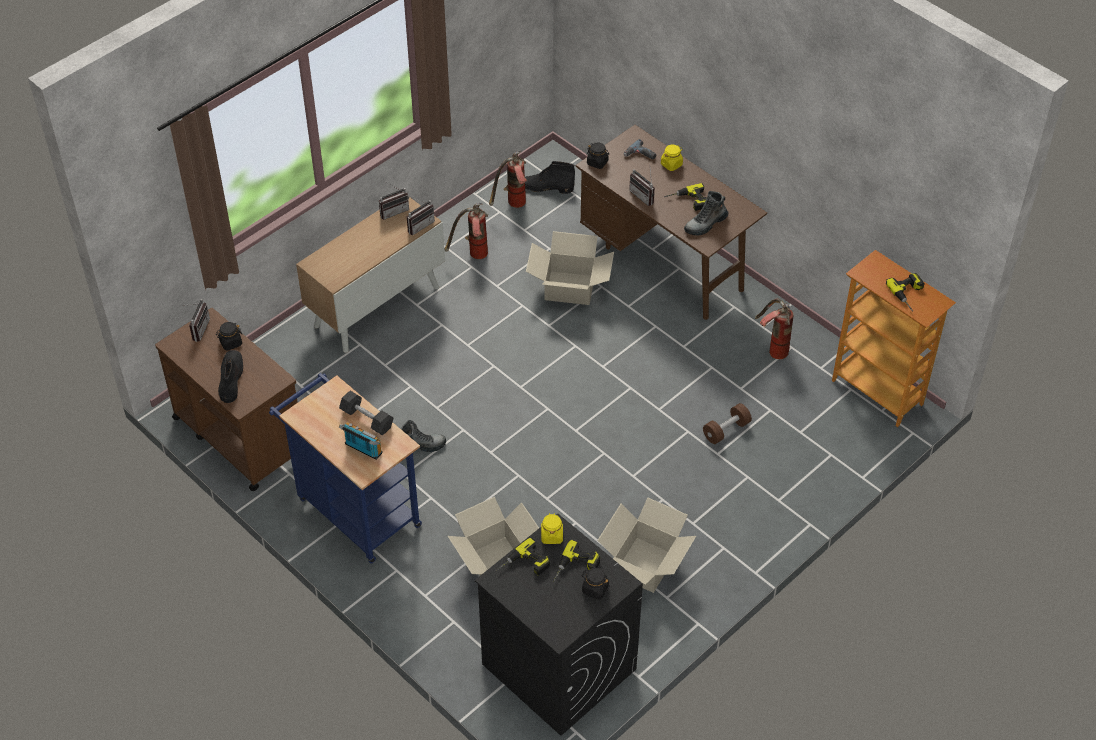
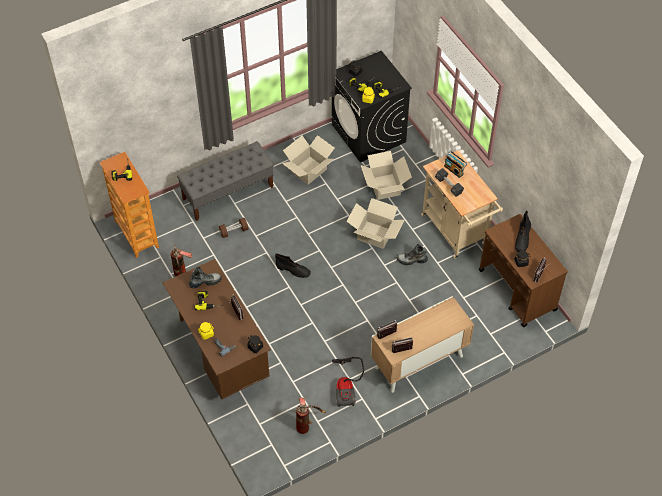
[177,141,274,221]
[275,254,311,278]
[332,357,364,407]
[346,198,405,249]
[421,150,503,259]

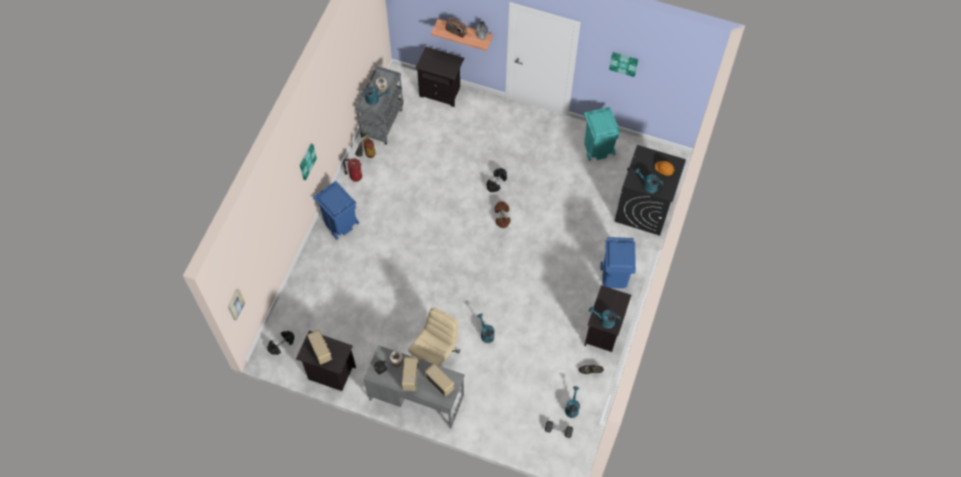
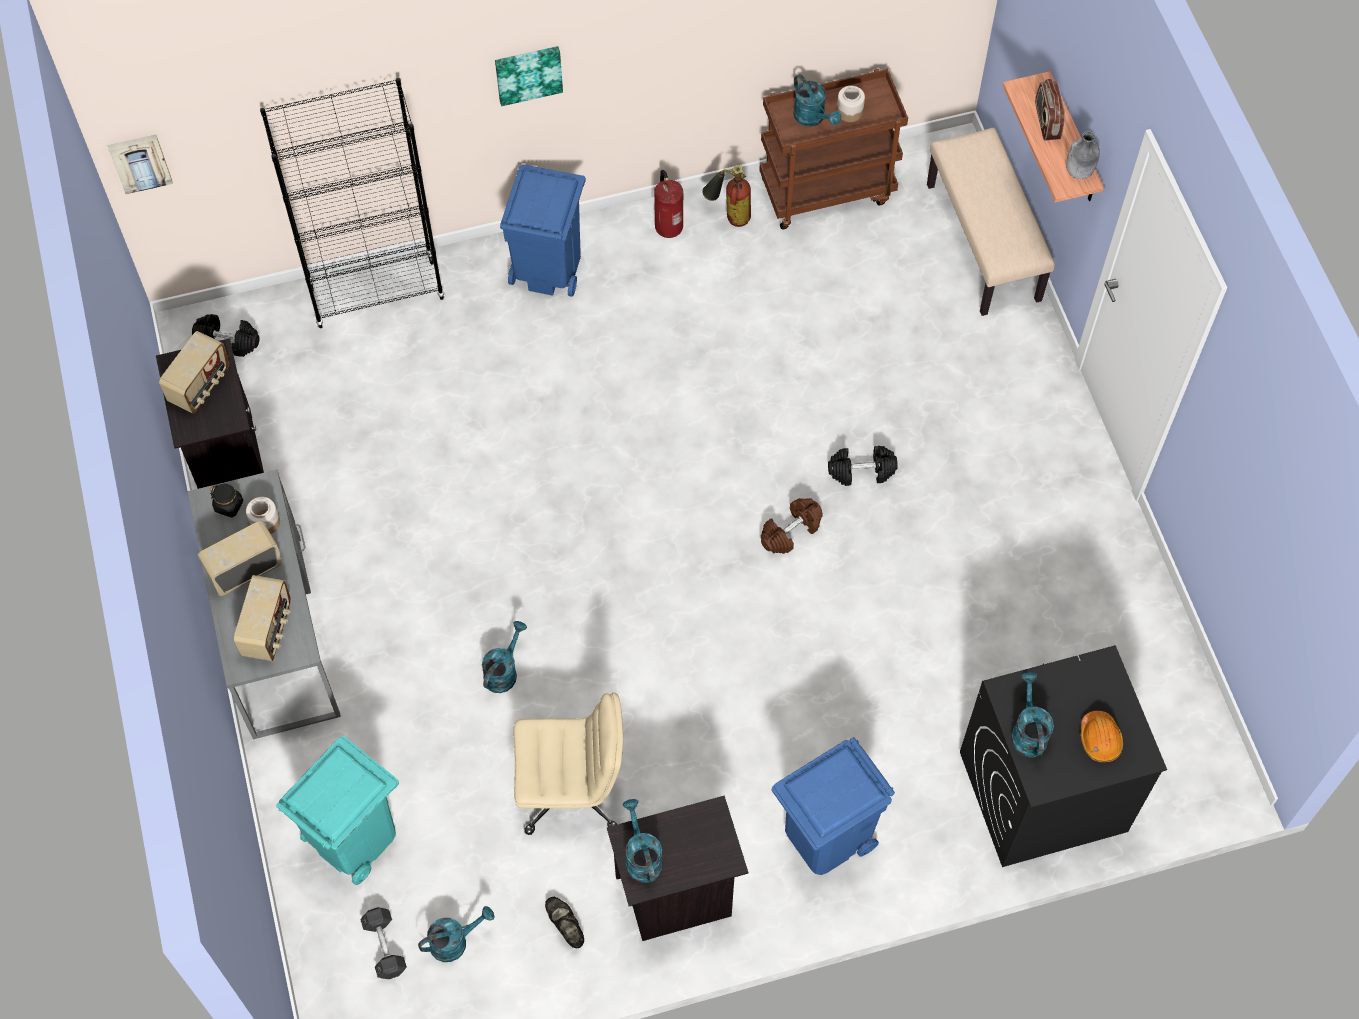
[260,78,445,328]
[276,736,399,885]
[513,692,623,835]
[759,69,908,229]
[927,128,1055,316]
[609,52,638,77] (first image)

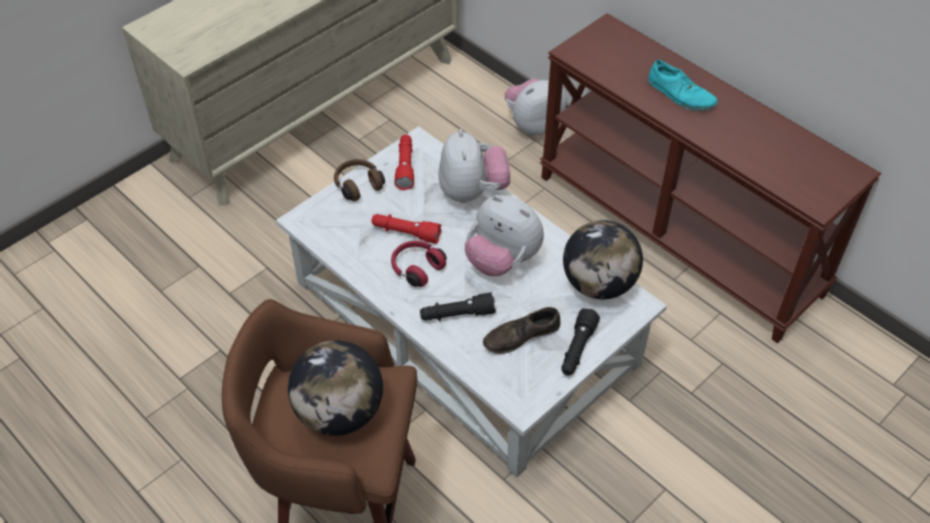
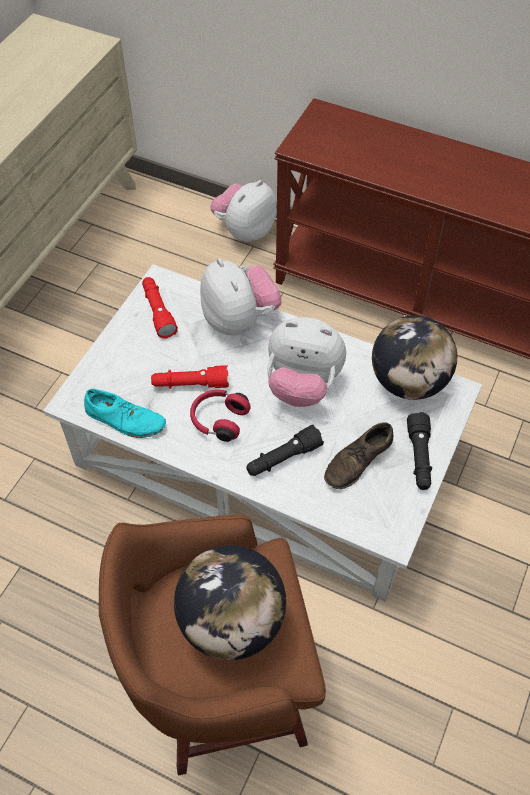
[84,389,166,438]
[334,159,385,201] (first image)

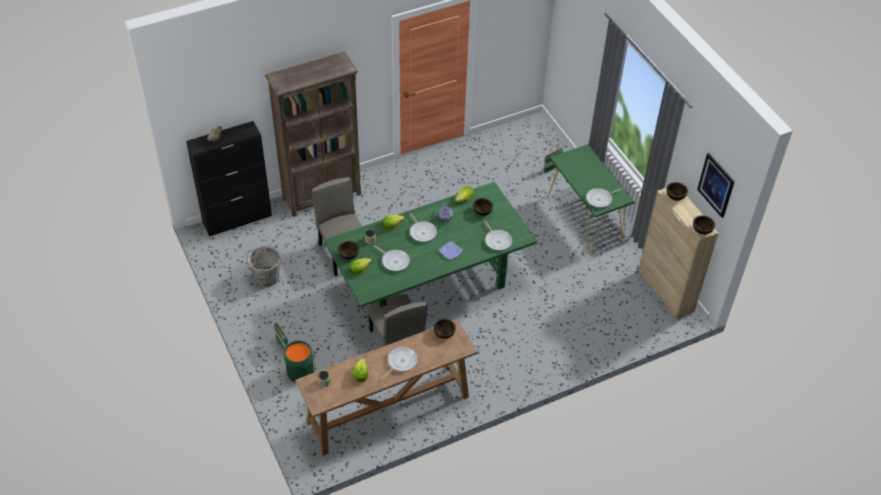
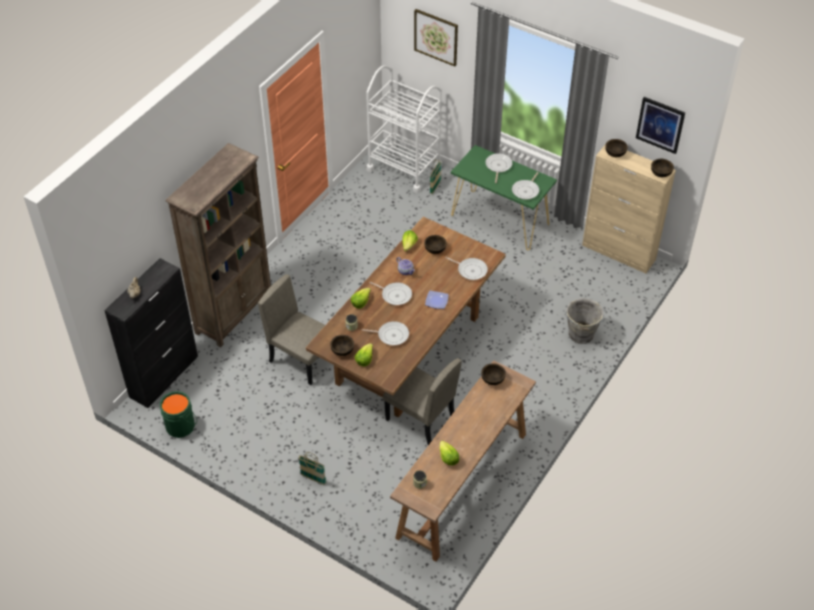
[160,391,197,438]
[306,217,506,417]
[366,65,442,193]
[414,9,458,66]
[485,153,512,183]
[565,298,605,344]

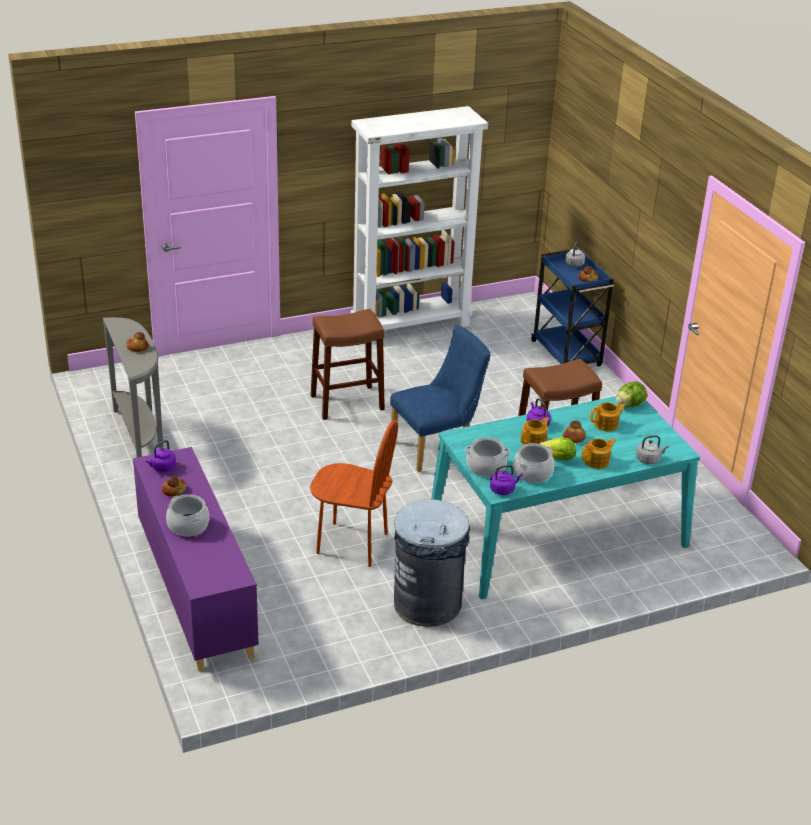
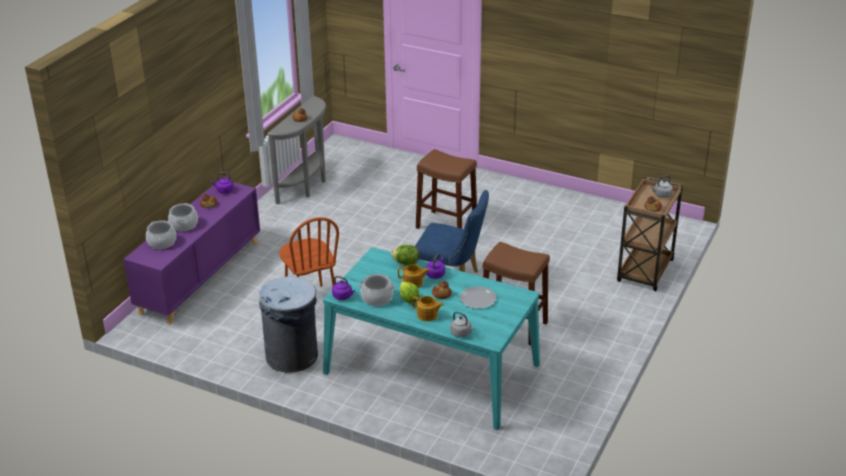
[146,220,176,249]
[391,245,419,265]
[460,286,497,309]
[617,177,683,291]
[351,106,488,343] (first image)

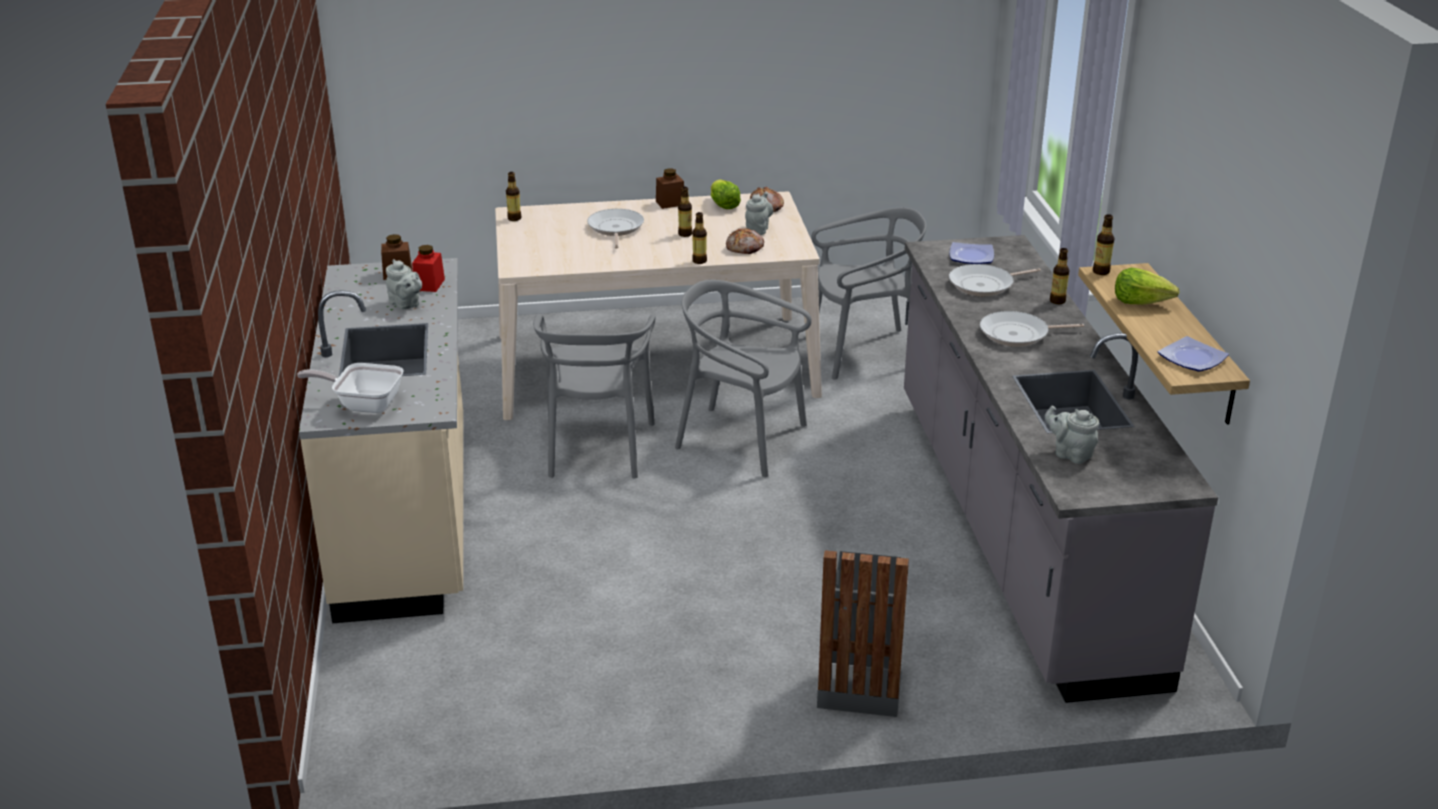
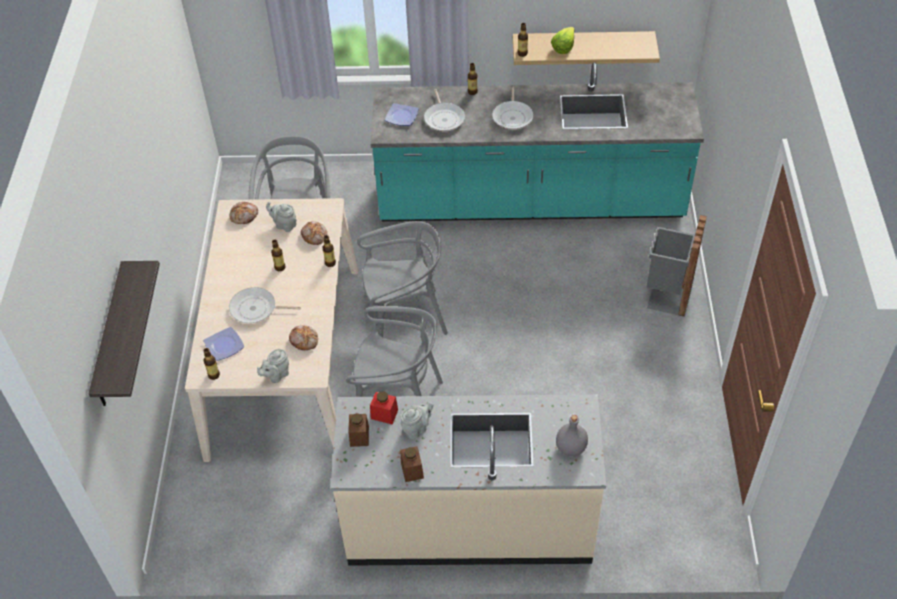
[89,261,160,406]
[203,327,244,361]
[257,349,289,383]
[289,325,318,350]
[357,221,448,337]
[370,62,704,221]
[400,446,424,482]
[556,415,588,456]
[711,179,741,209] (first image)

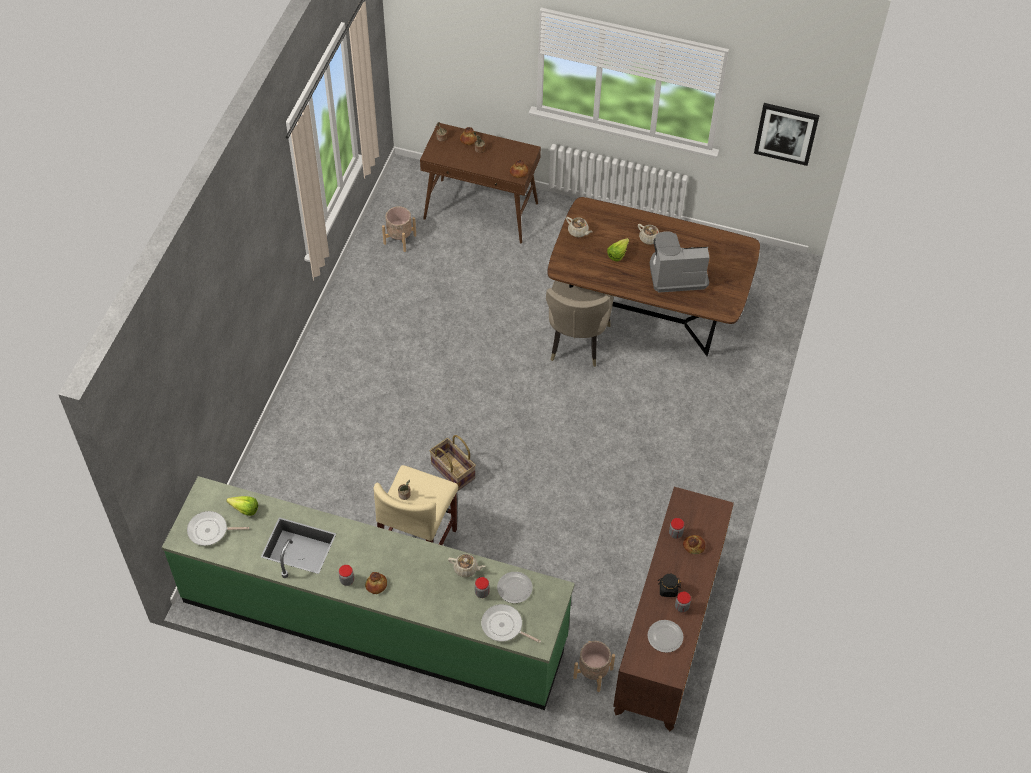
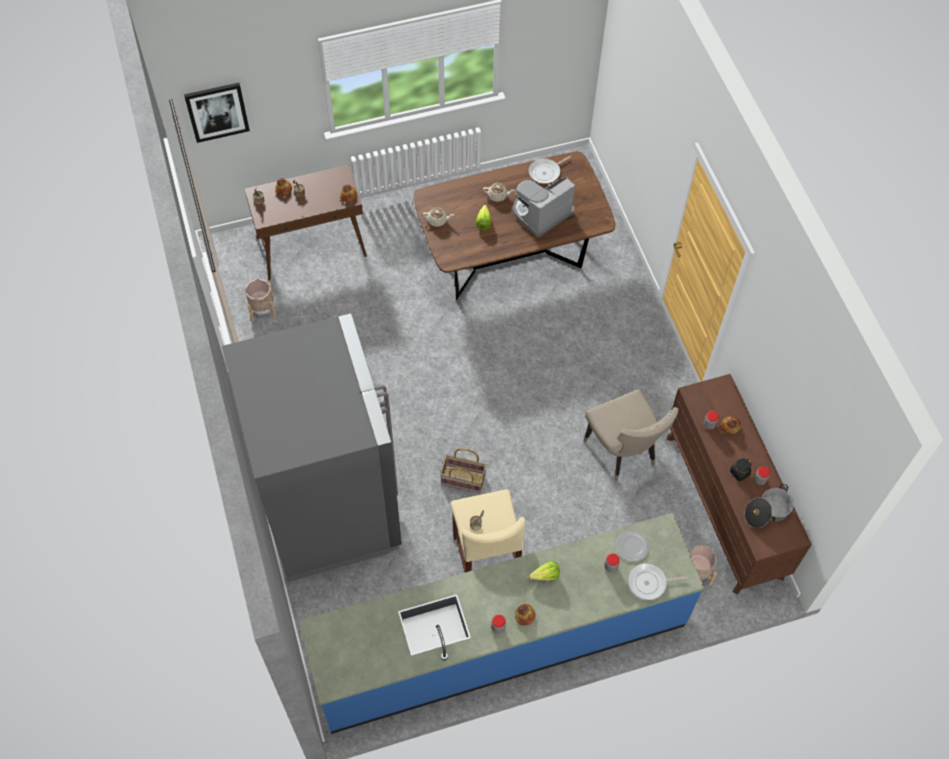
[184,83,250,143]
[222,314,402,582]
[299,513,704,734]
[529,156,571,184]
[529,561,560,580]
[583,389,679,482]
[745,484,794,528]
[448,554,486,577] (first image)

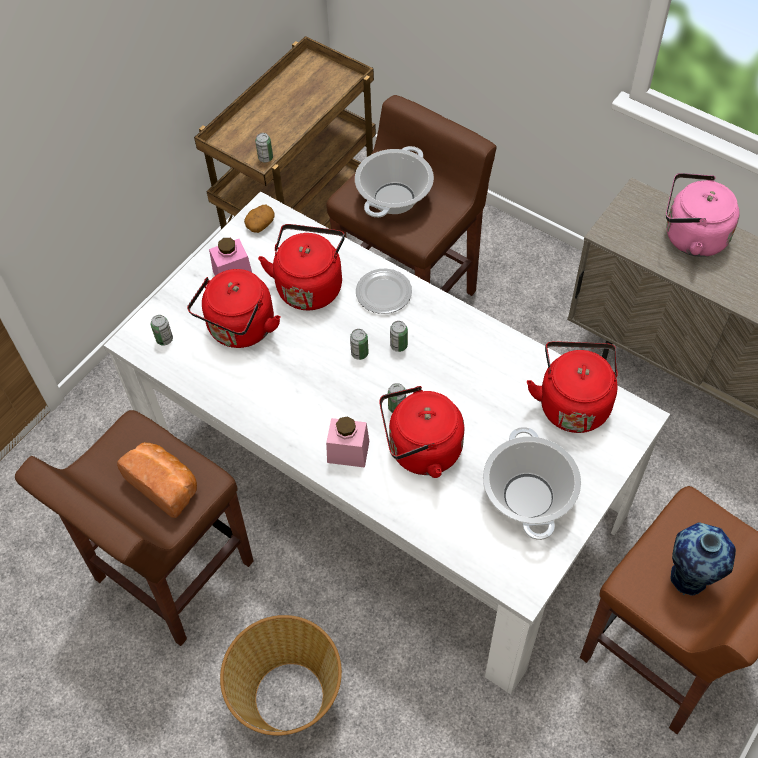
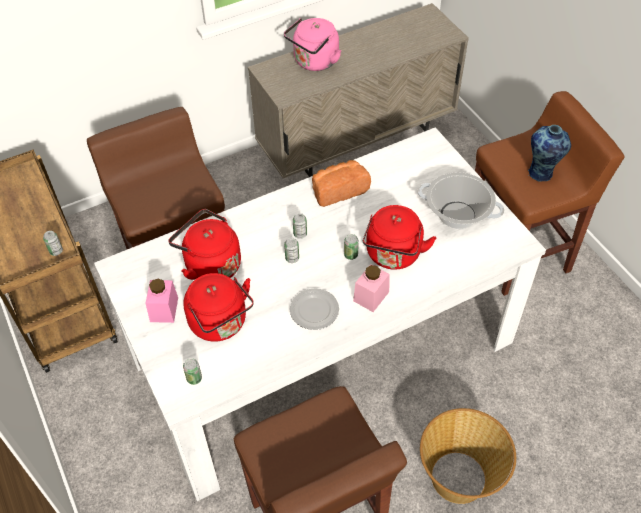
[290,288,339,330]
[312,160,371,207]
[244,205,275,233] (first image)
[355,146,434,218] (first image)
[527,341,618,433] (first image)

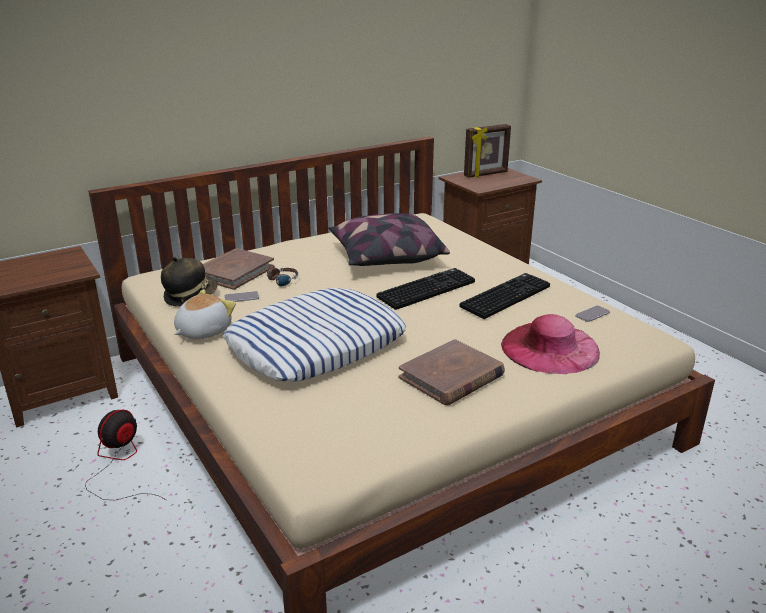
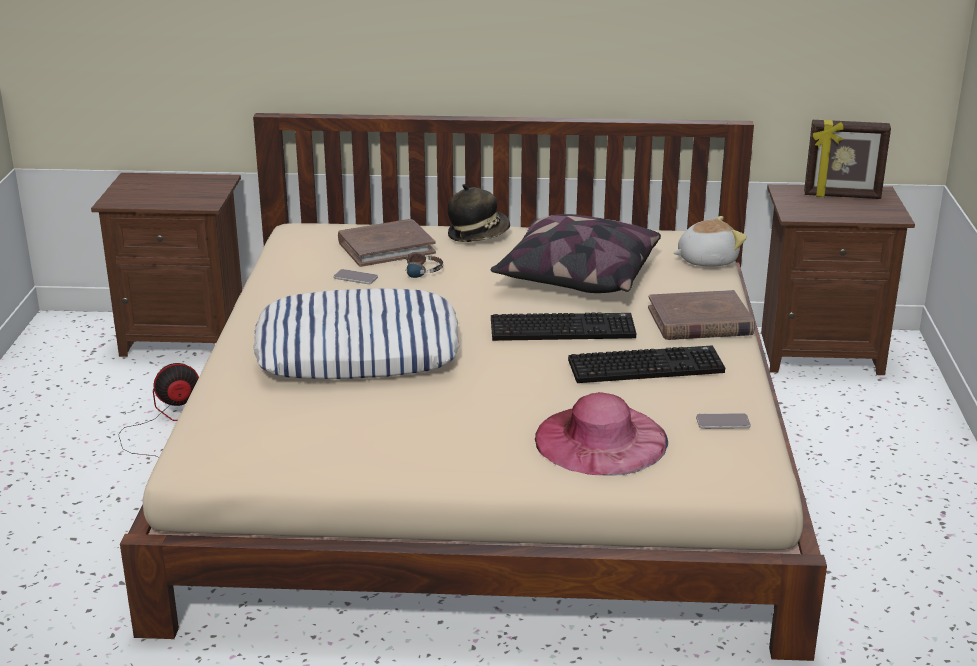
[447,184,510,242]
[648,290,755,340]
[673,216,747,267]

